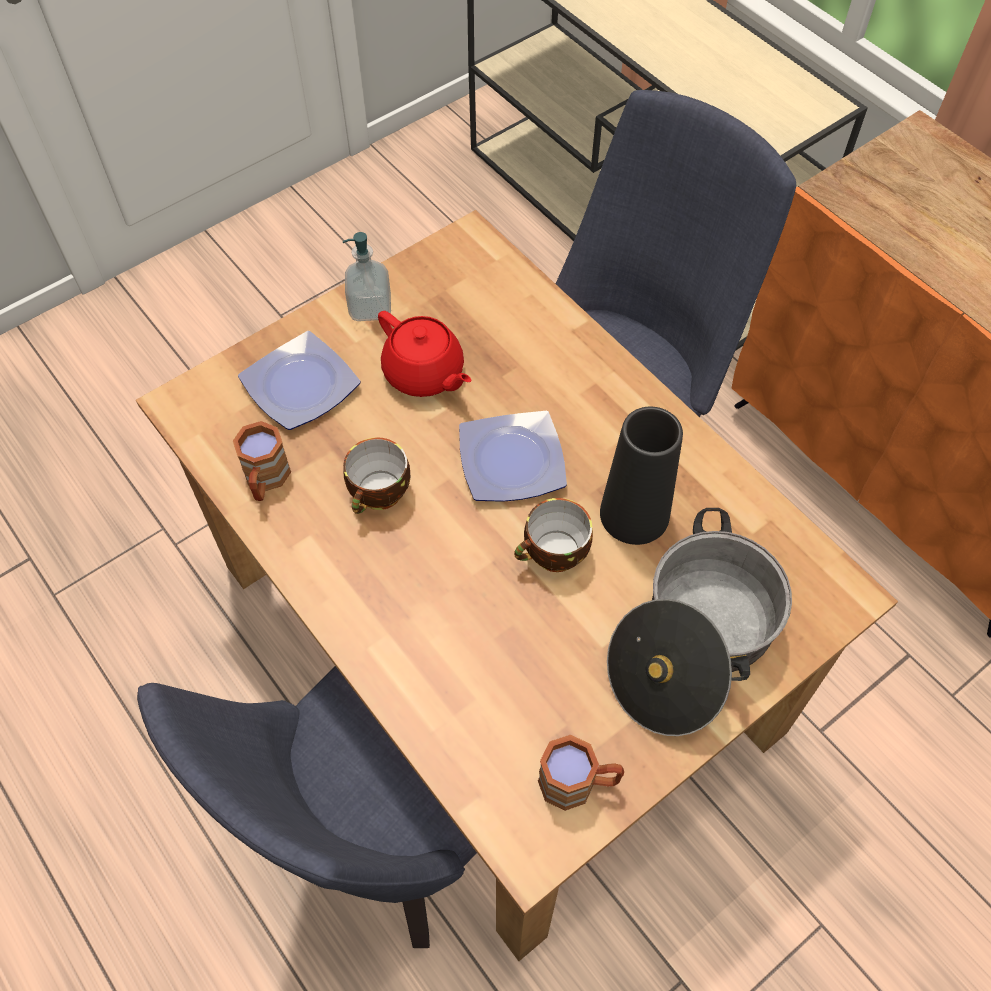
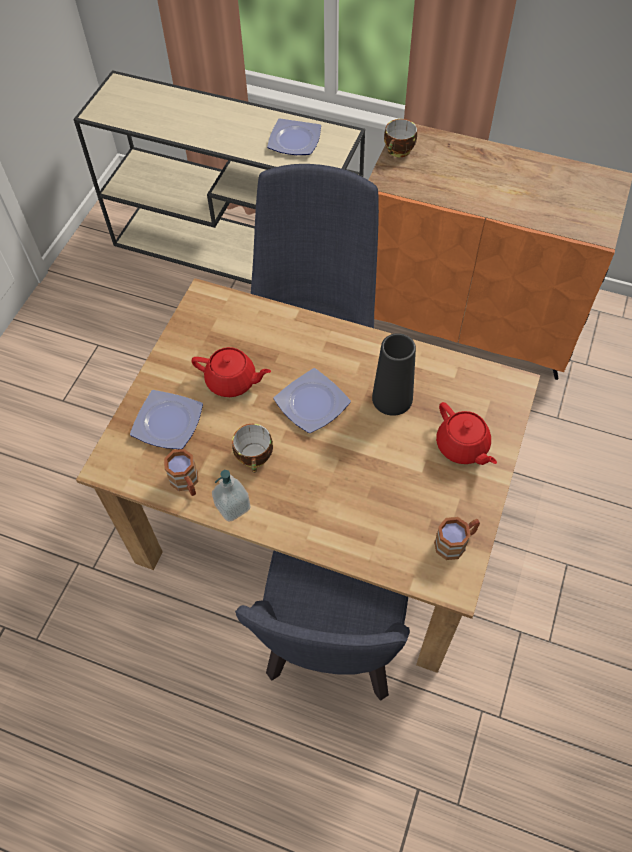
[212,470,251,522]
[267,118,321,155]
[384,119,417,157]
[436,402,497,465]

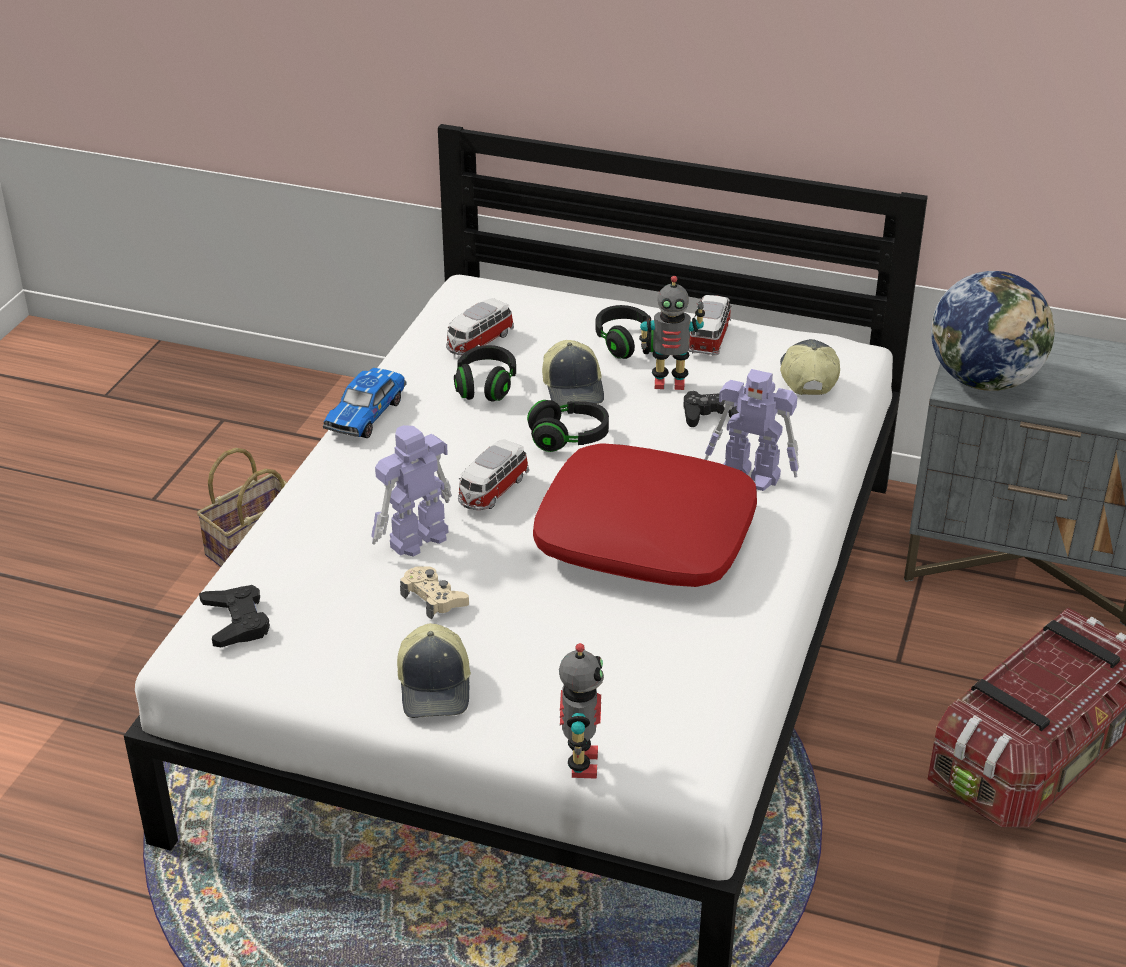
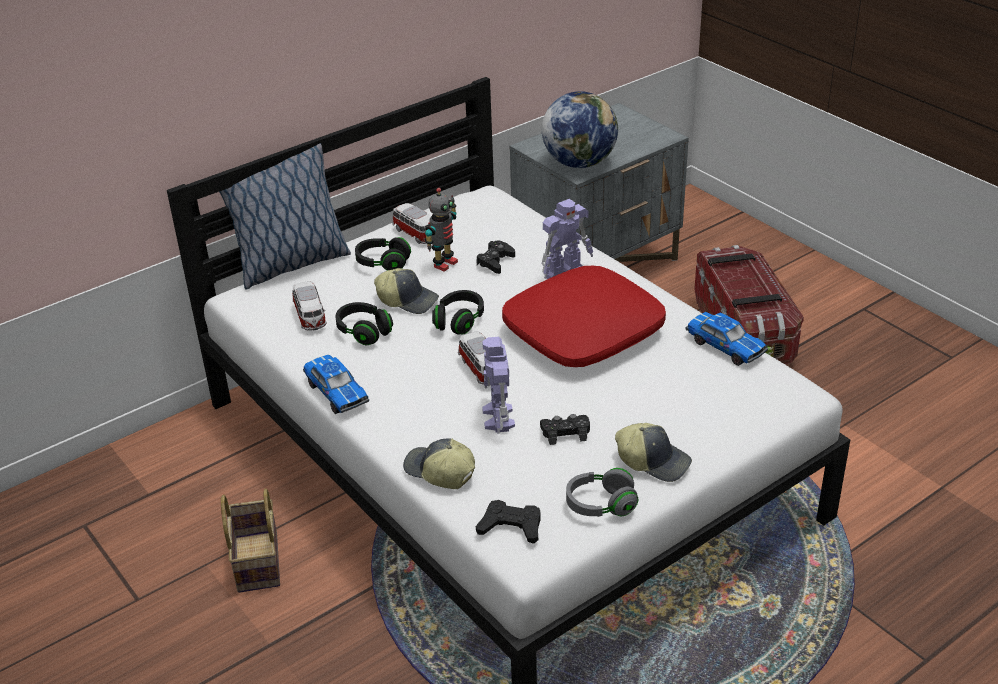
[219,143,351,290]
[403,438,475,489]
[540,414,590,445]
[566,468,638,517]
[685,312,768,366]
[559,643,604,779] (first image)

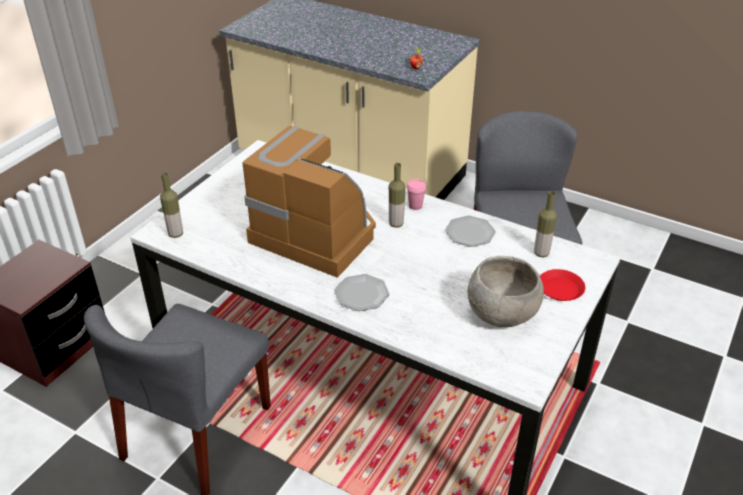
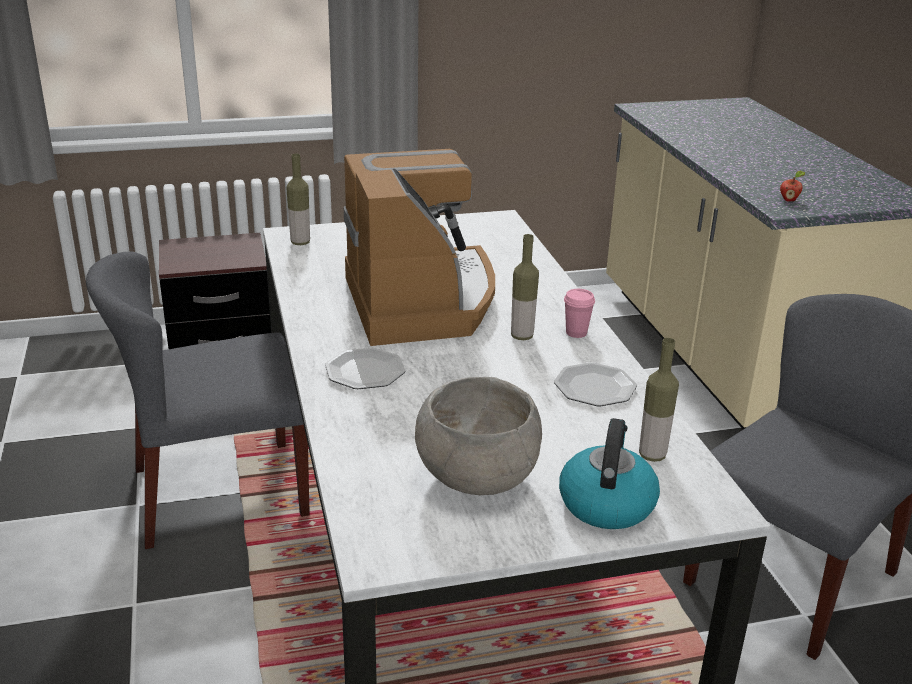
[559,418,660,529]

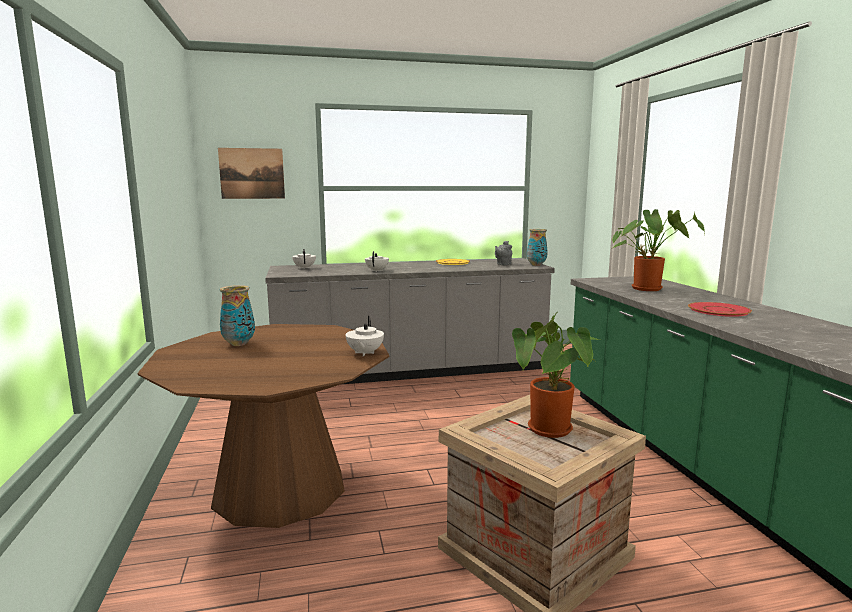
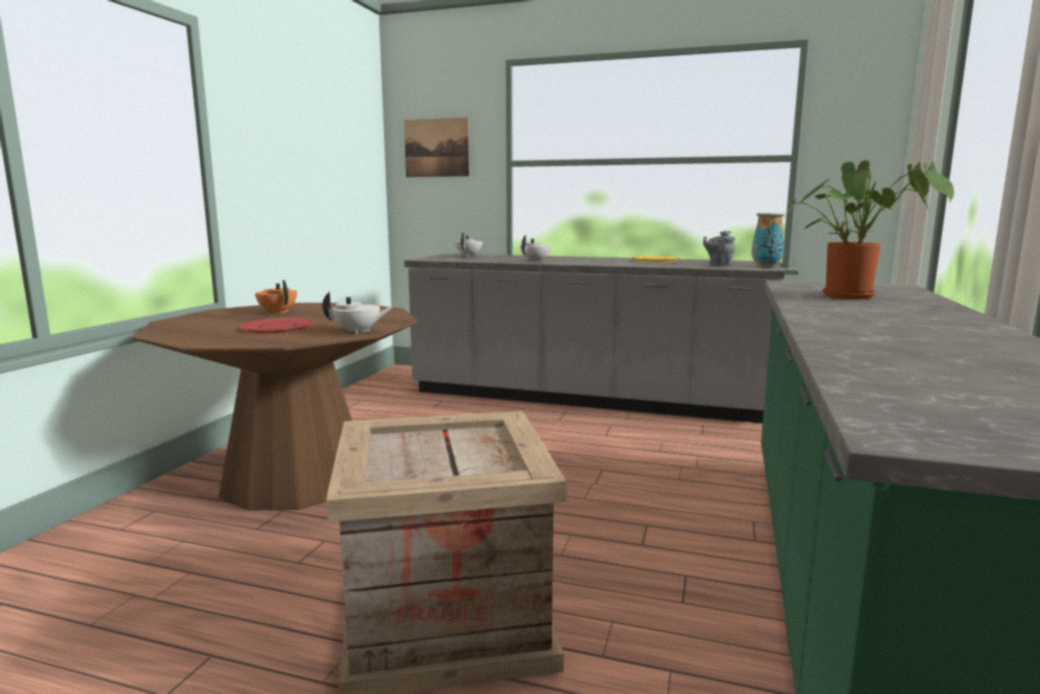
[239,318,315,334]
[255,280,297,314]
[322,292,393,334]
[512,312,599,438] (first image)

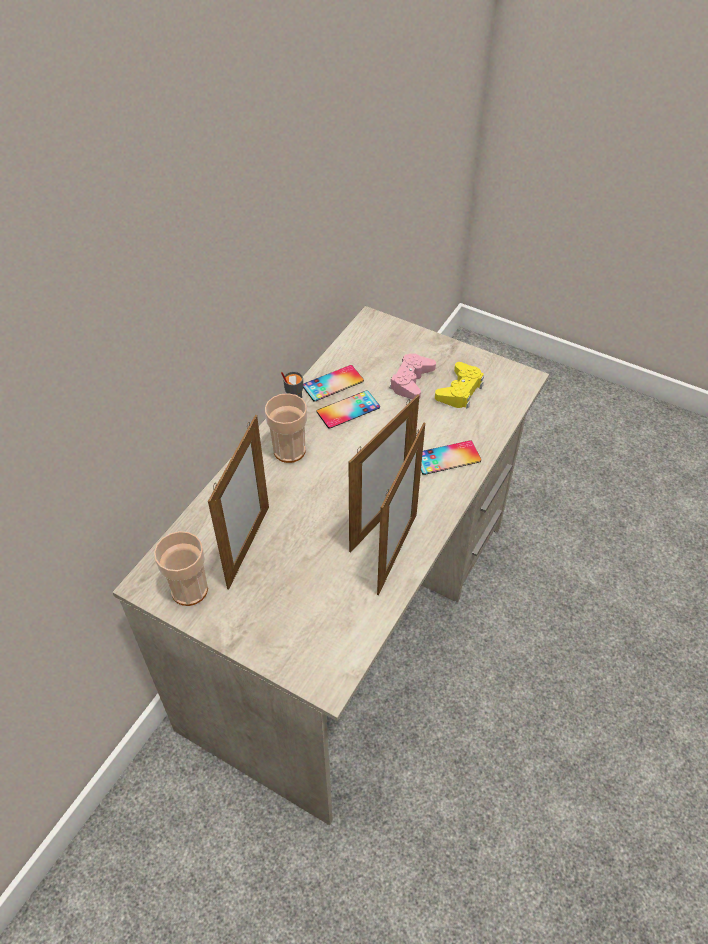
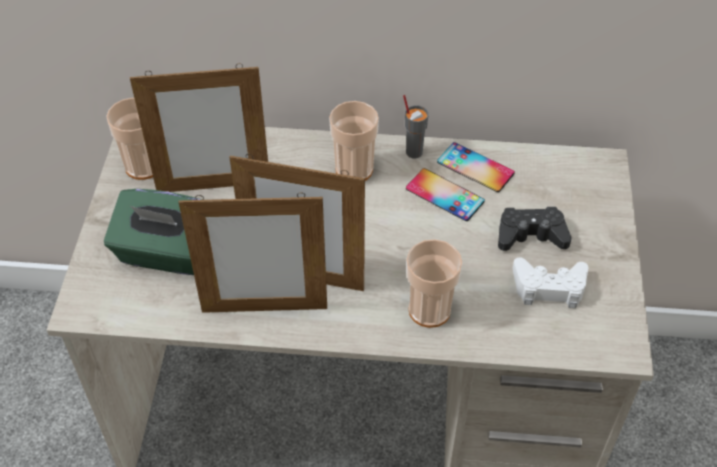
[104,189,202,275]
[406,239,463,328]
[498,207,572,251]
[512,257,589,308]

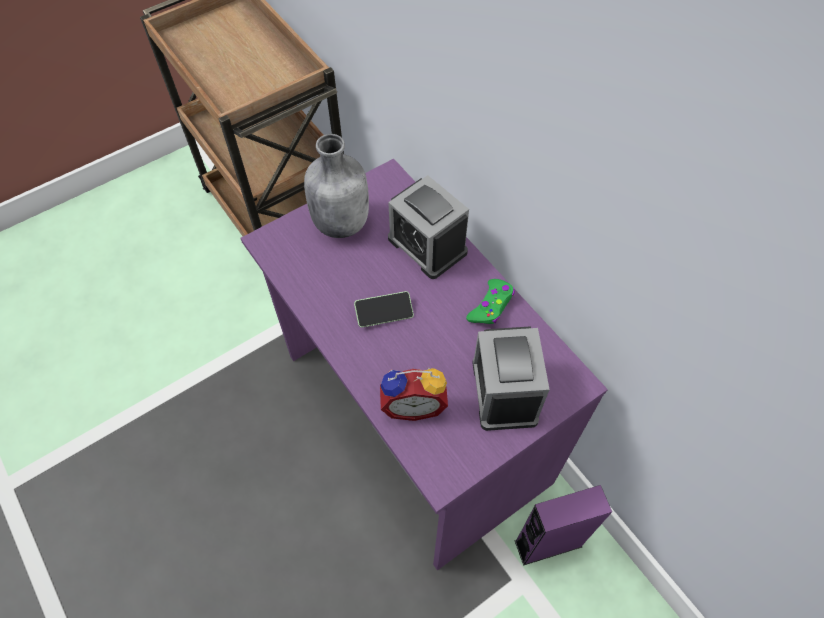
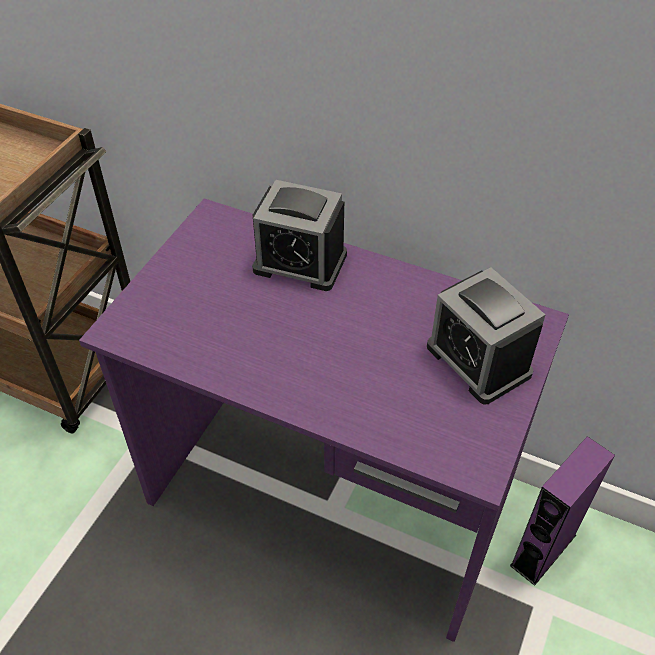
[304,134,369,238] (first image)
[354,291,414,328] (first image)
[380,367,448,421] (first image)
[466,279,515,324] (first image)

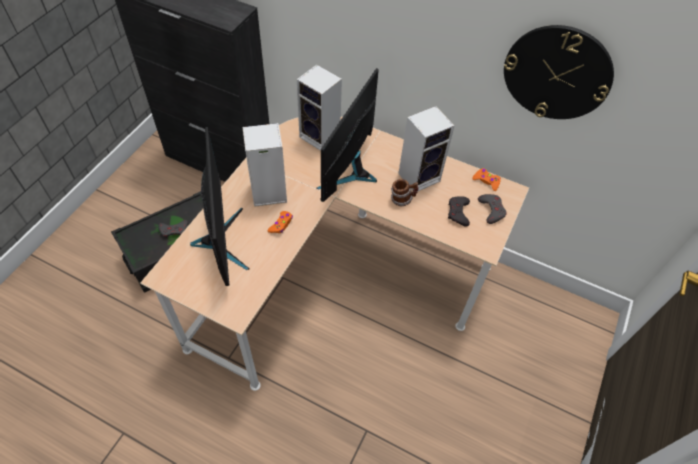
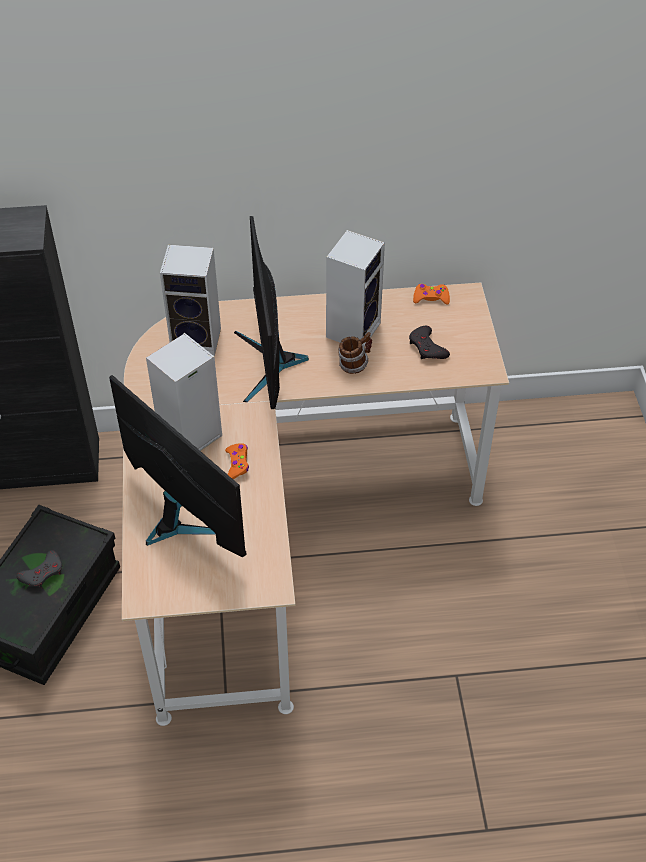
[478,194,507,224] (first image)
[504,25,614,119] (first image)

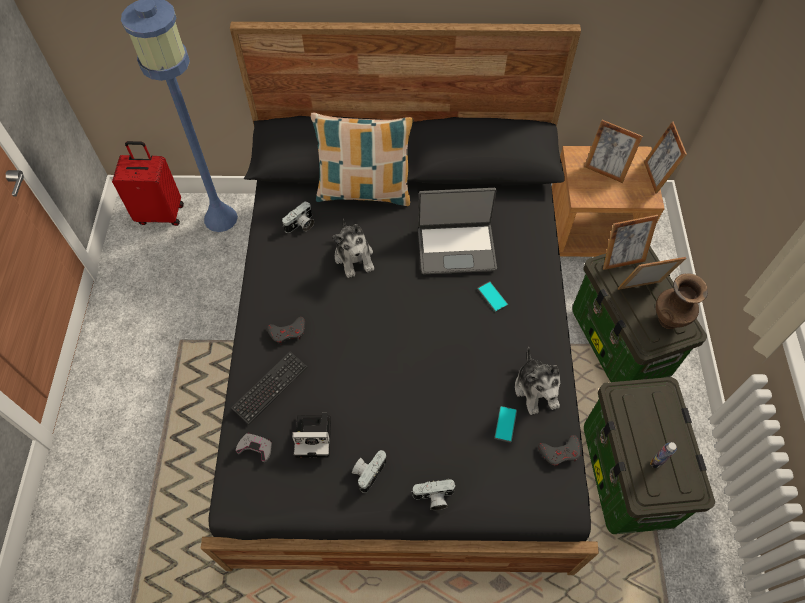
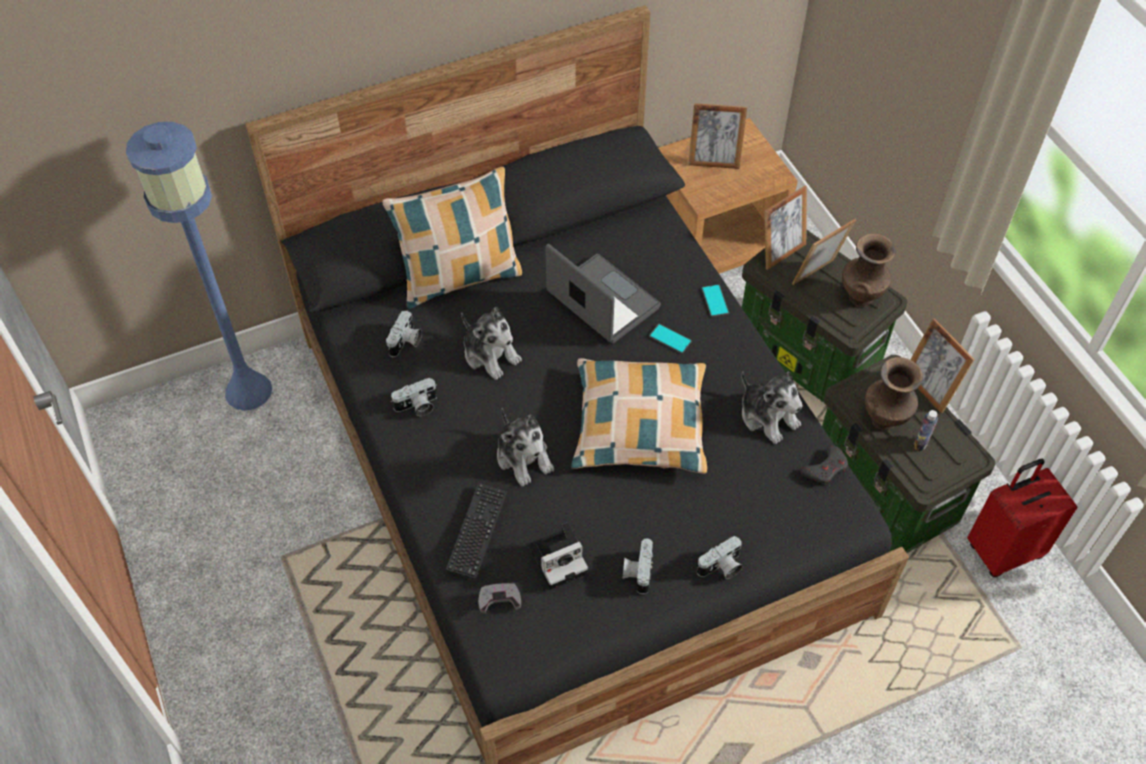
[391,378,437,416]
[497,408,554,486]
[545,244,661,343]
[571,358,707,474]
[702,284,729,317]
[865,357,923,430]
[910,318,975,413]
[967,459,1078,577]
[267,317,305,345] (first image)

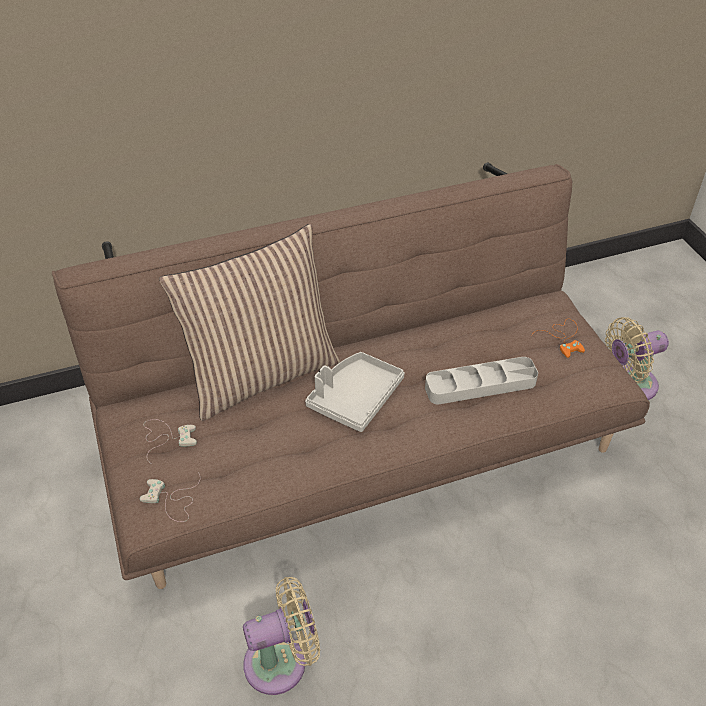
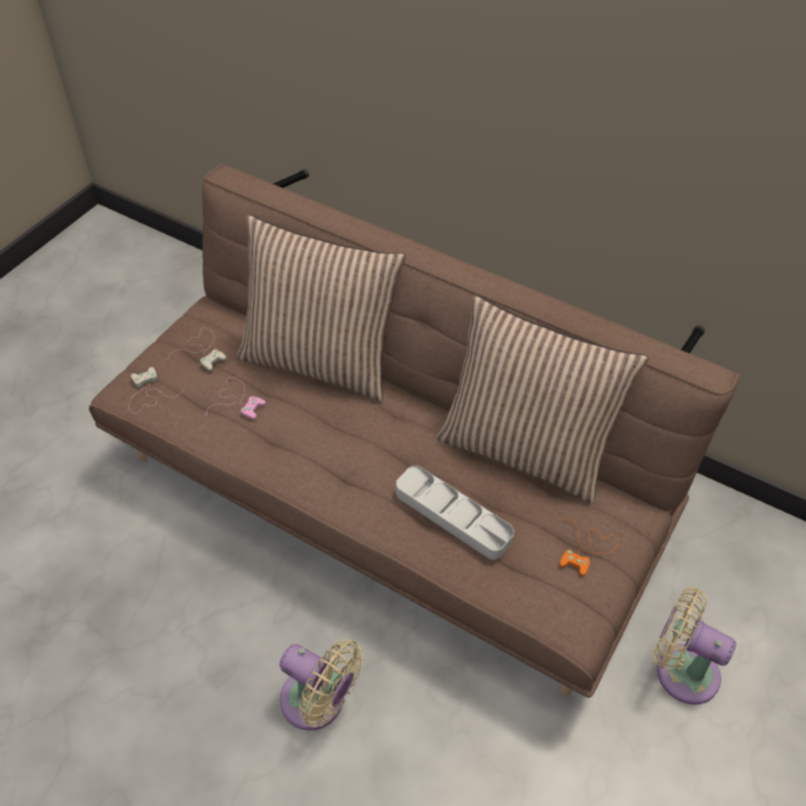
[206,377,266,419]
[280,640,363,730]
[437,295,649,504]
[305,352,405,432] (first image)

